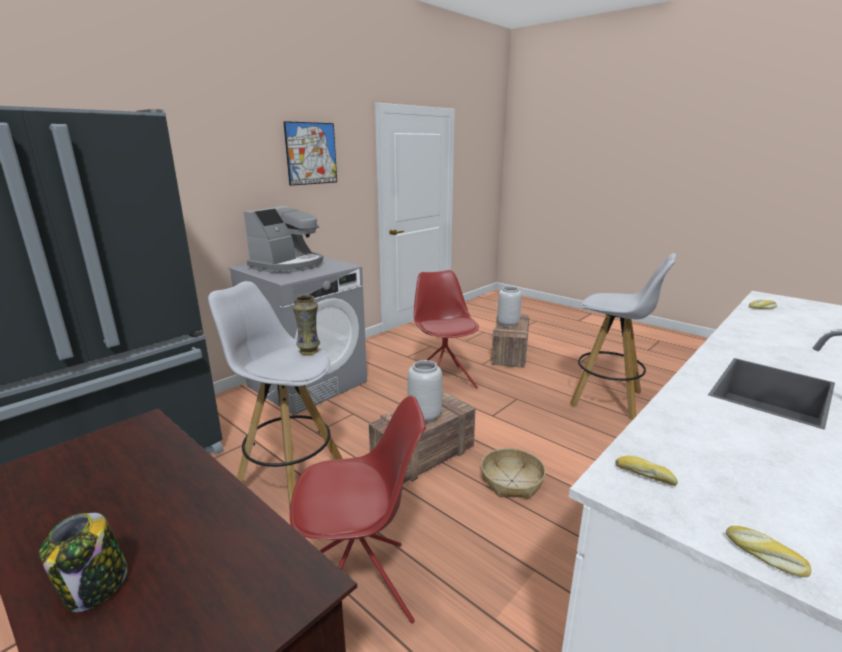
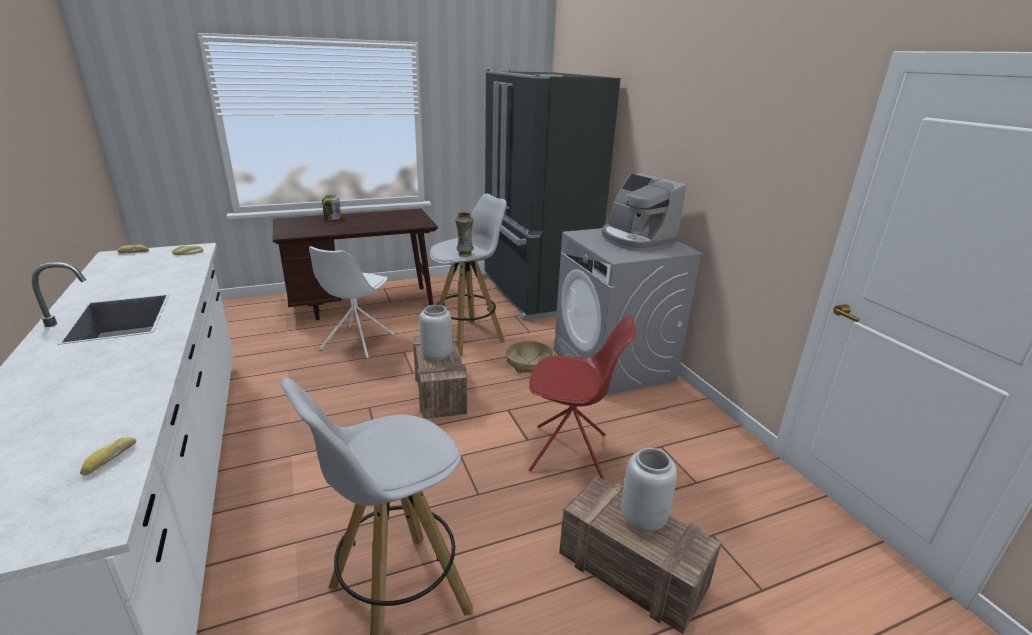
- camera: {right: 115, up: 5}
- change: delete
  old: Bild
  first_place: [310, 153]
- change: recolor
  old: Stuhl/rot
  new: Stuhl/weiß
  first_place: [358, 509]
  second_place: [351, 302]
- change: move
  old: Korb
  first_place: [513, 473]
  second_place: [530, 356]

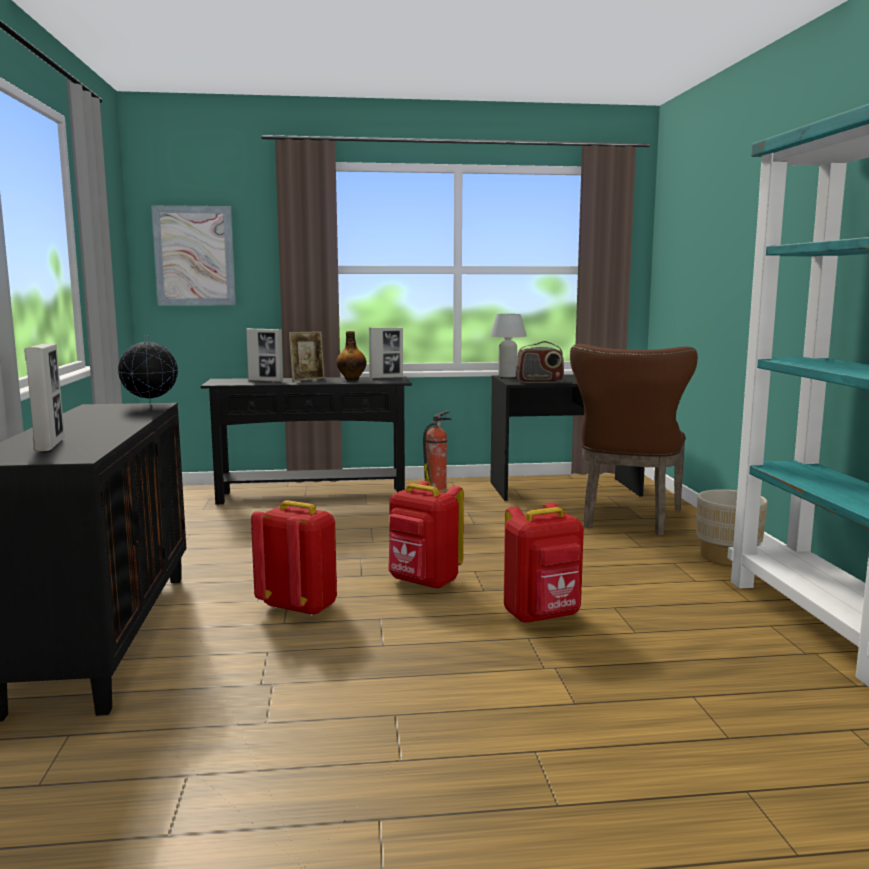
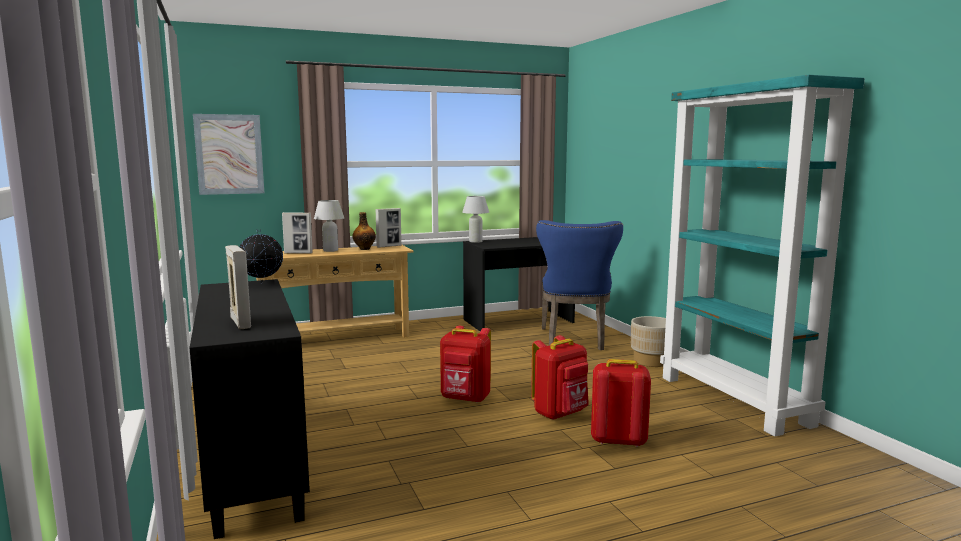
- camera: {right: -15, up: 0}
- change: recolor
  old: Konsolentisch/schwarz
  new: Konsolentisch/beige
  first_place: [306, 440]
  second_place: [335, 291]
- change: move
  old: Rucksack/rot
  first_place: [294, 558]
  second_place: [621, 403]
- change: replace
  old: Bilderrahmen
  new: Tischlampe/weiß
  first_place: [306, 356]
  second_place: [329, 226]
- change: delete
  old: Feuerlöscher
  first_place: [437, 450]
- change: delete
  old: Radio
  first_place: [540, 362]
- change: recolor
  old: Stuhl/braun
  new: Stuhl/blau
  first_place: [634, 440]
  second_place: [579, 285]

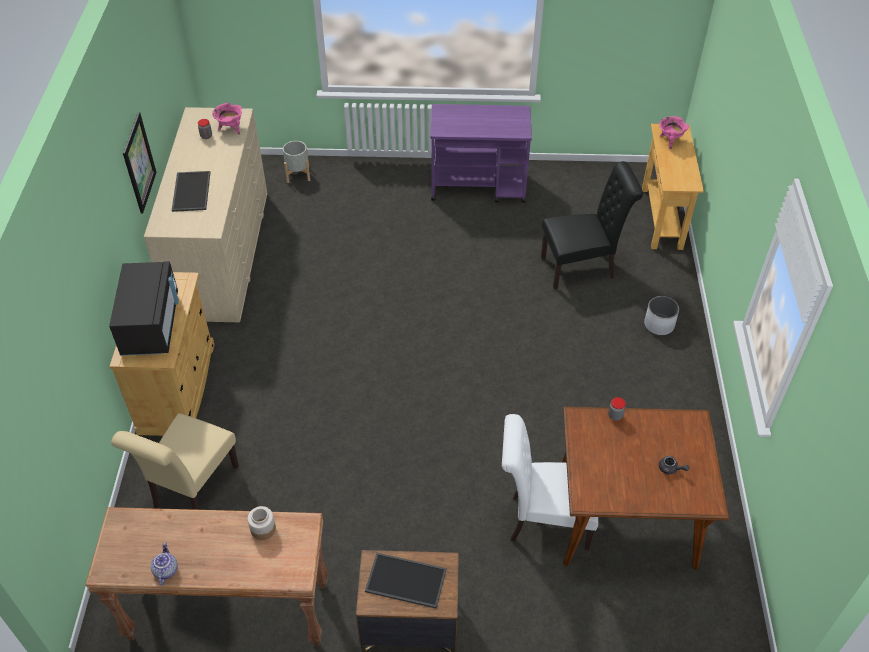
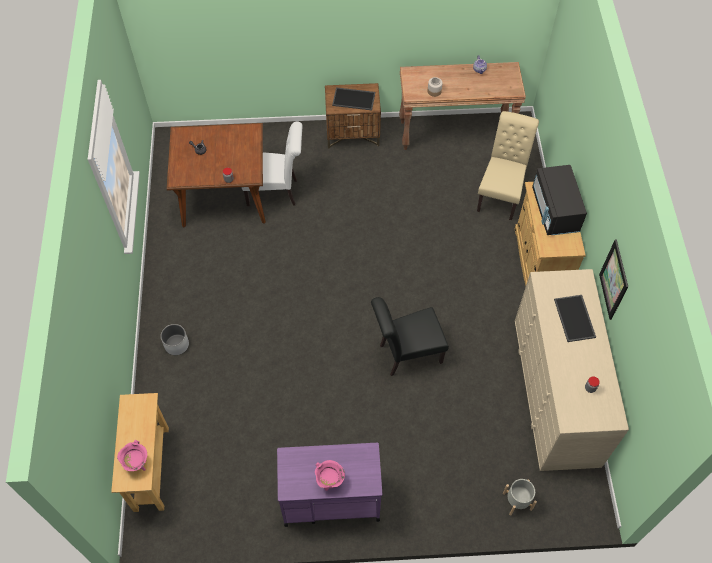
- camera: {right: 175, up: 10}
- change: move
  old: Kochtopf/rosa
  first_place: [227, 118]
  second_place: [330, 475]
- change: move
  old: Stuhl/schwarz
  first_place: [592, 225]
  second_place: [410, 336]

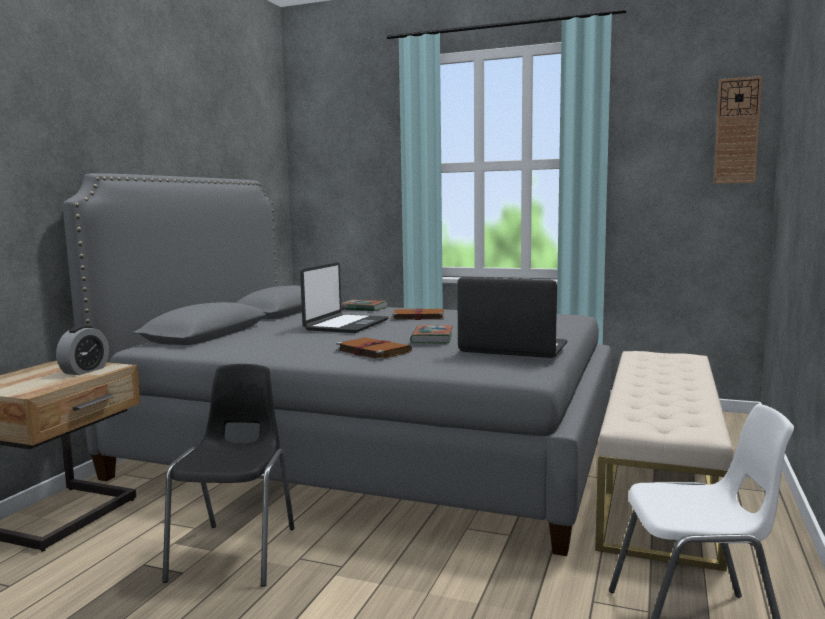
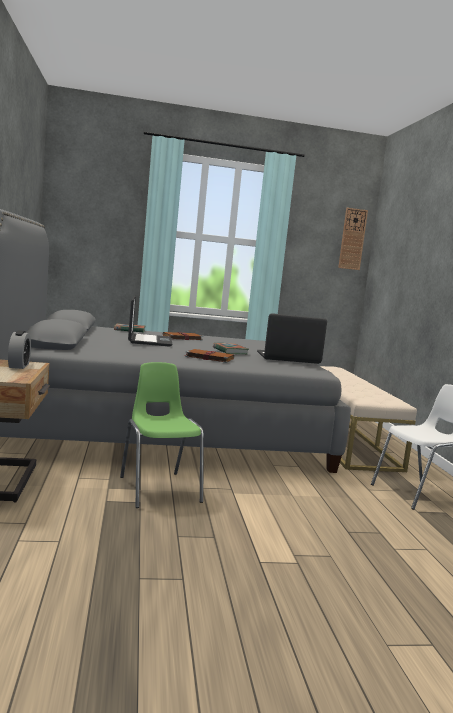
- camera: {right: -30, up: 0}
- change: recolor
  old: Stuhl/schwarz
  new: Stuhl/grün
  first_place: [228, 475]
  second_place: [162, 435]

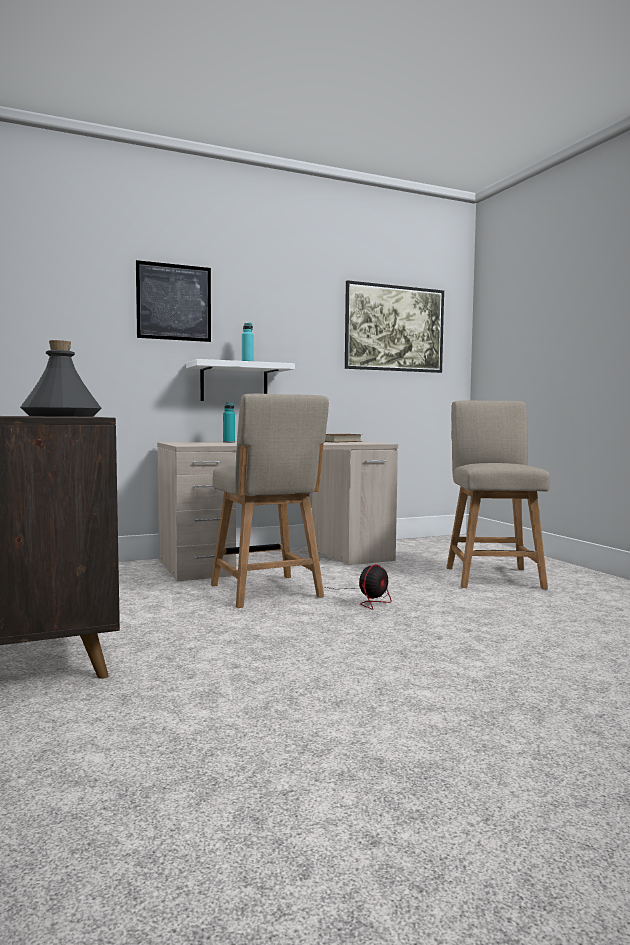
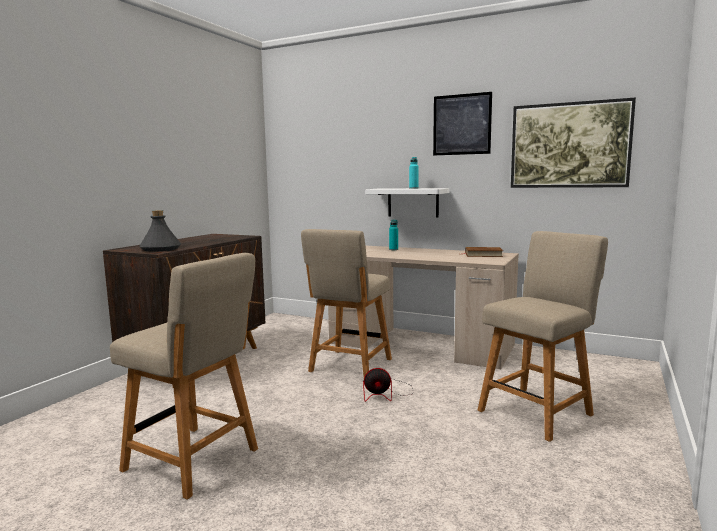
- camera: {right: 50, up: 5}
- change: move
  old: Bild
  first_place: [173, 301]
  second_place: [462, 123]
- change: insert
  new: Stuhl/beige
  second_place: [184, 376]

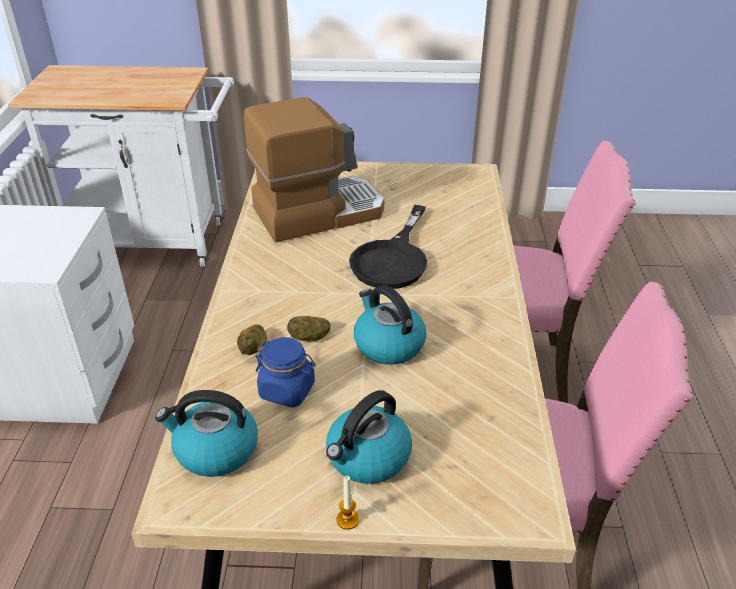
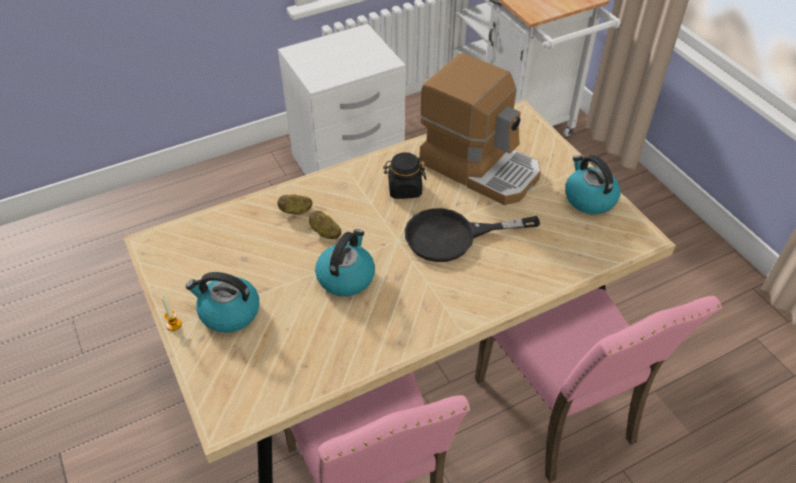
- camera: {right: 60, up: 10}
- change: move
  old: Wasserkessel
  first_place: [206, 433]
  second_place: [592, 184]
- change: delete
  old: Vorratsglas/blau
  first_place: [286, 372]
- change: insert
  new: Vorratsglas/schwarz
  second_place: [404, 175]

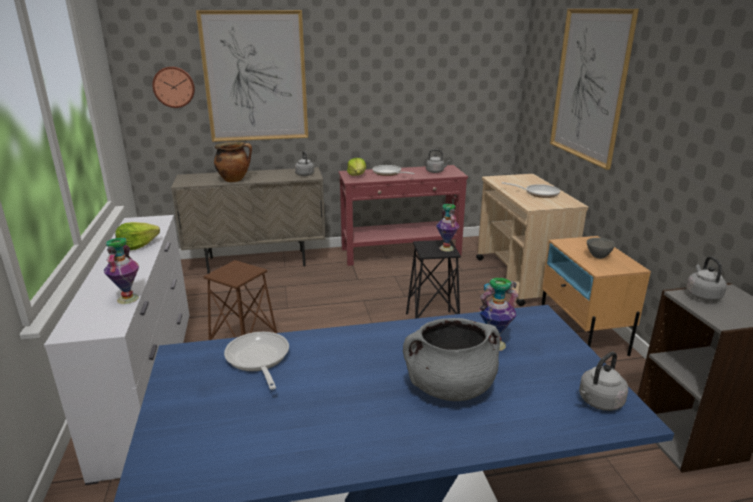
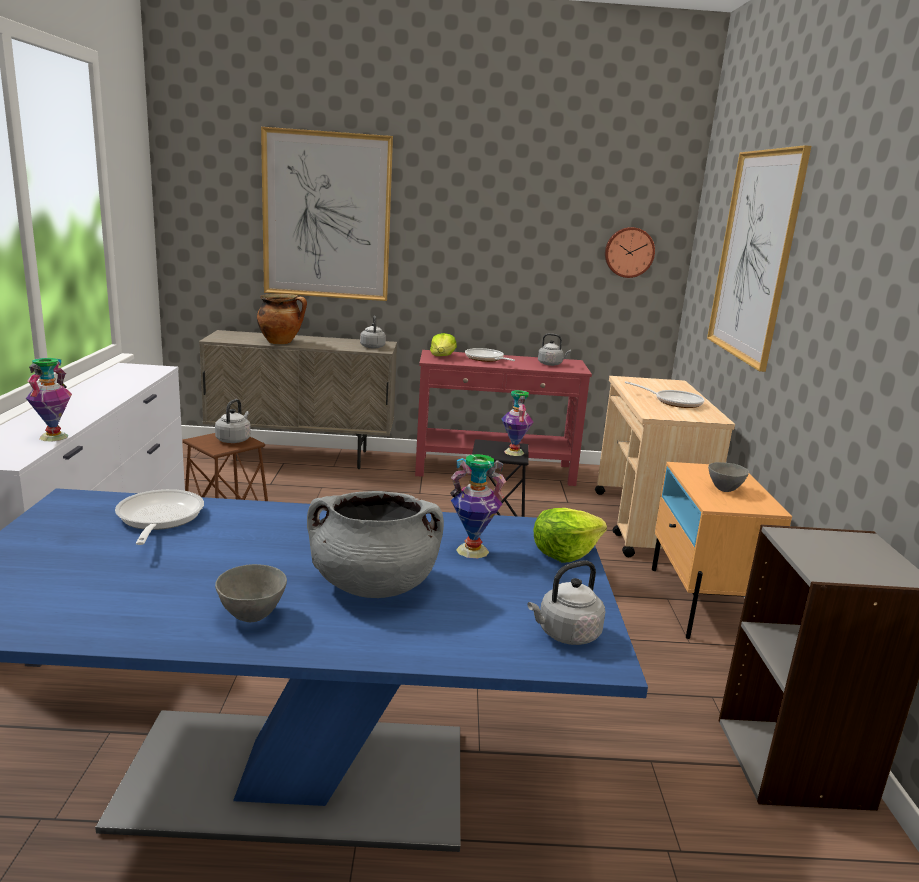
- camera: {right: 10, up: -5}
- change: move
  old: Salatkopf
  first_place: [137, 236]
  second_place: [570, 535]
- change: move
  old: Wanduhr
  first_place: [173, 87]
  second_place: [630, 252]
- change: move
  old: Wasserkessel/grau
  first_place: [706, 278]
  second_place: [233, 421]
- change: insert
  new: Schüssel/grau
  second_place: [251, 593]

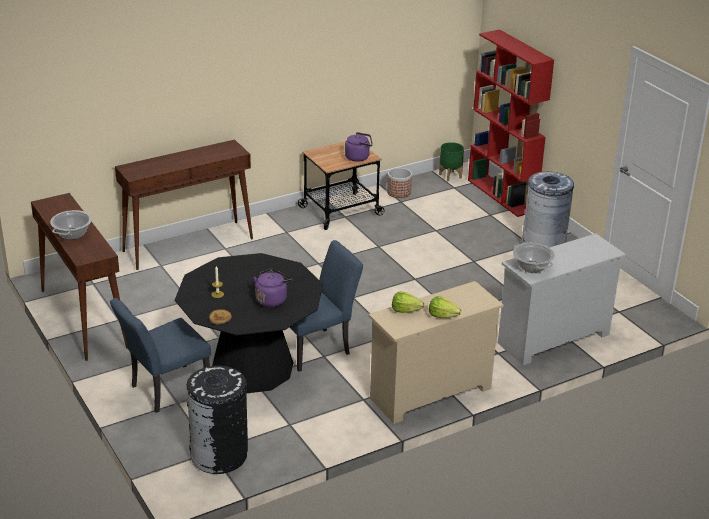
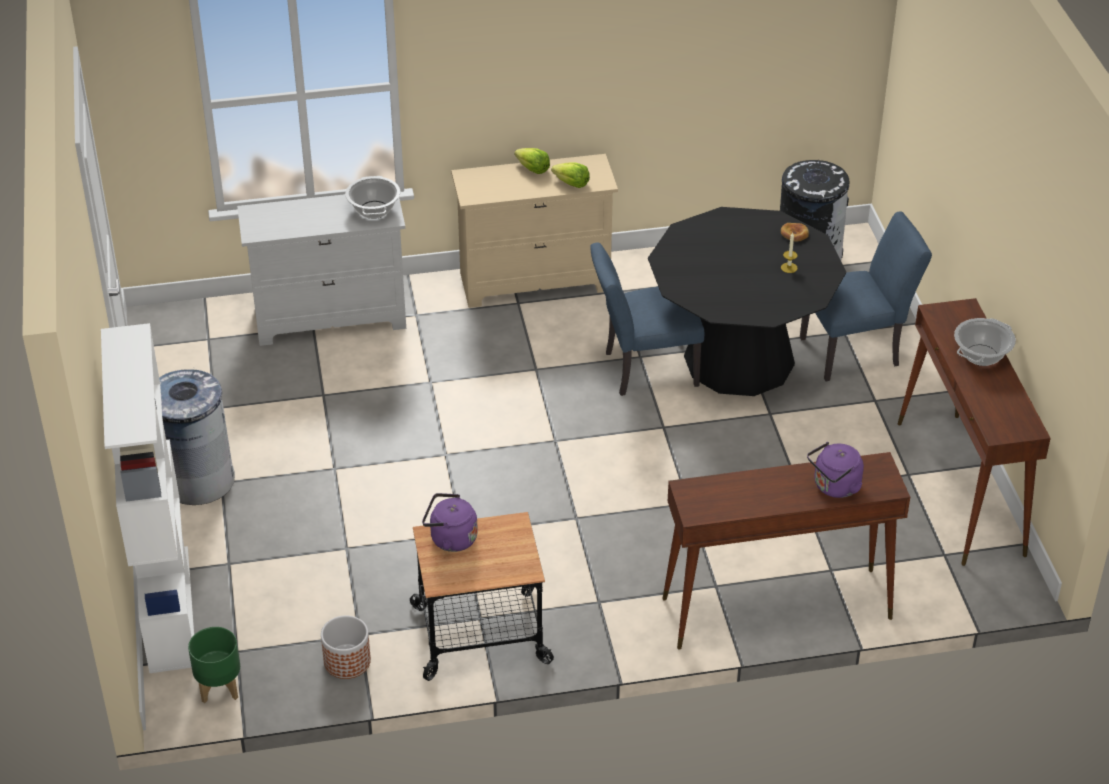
- camera: {right: -160, up: 10}
- change: move
  old: Wasserkessel/lila
  first_place: [273, 287]
  second_place: [835, 470]
- change: recolor
  old: Bücherregal/rot
  new: Bücherregal/weiß
  first_place: [511, 123]
  second_place: [147, 498]

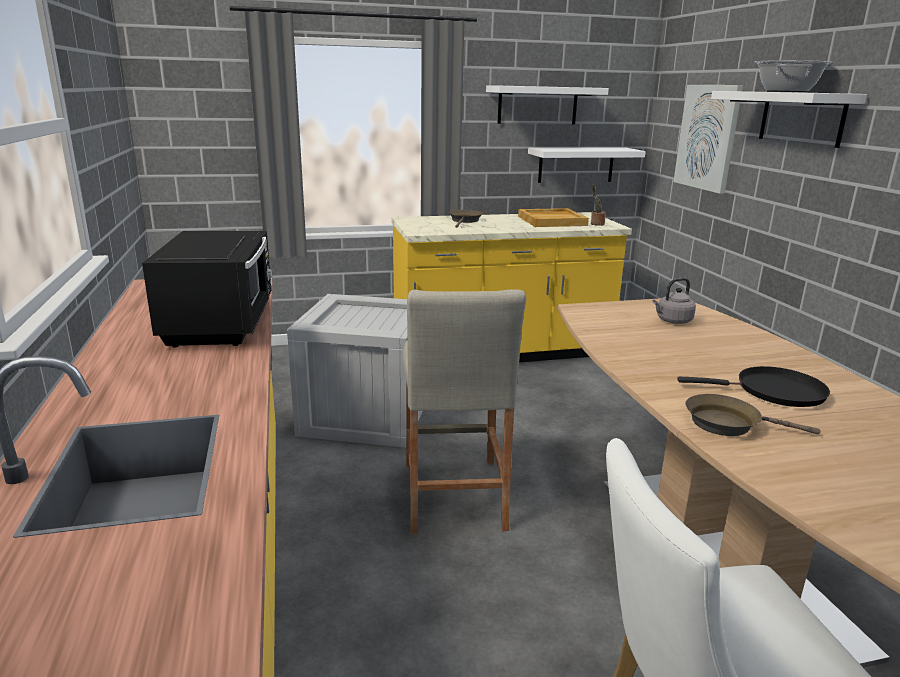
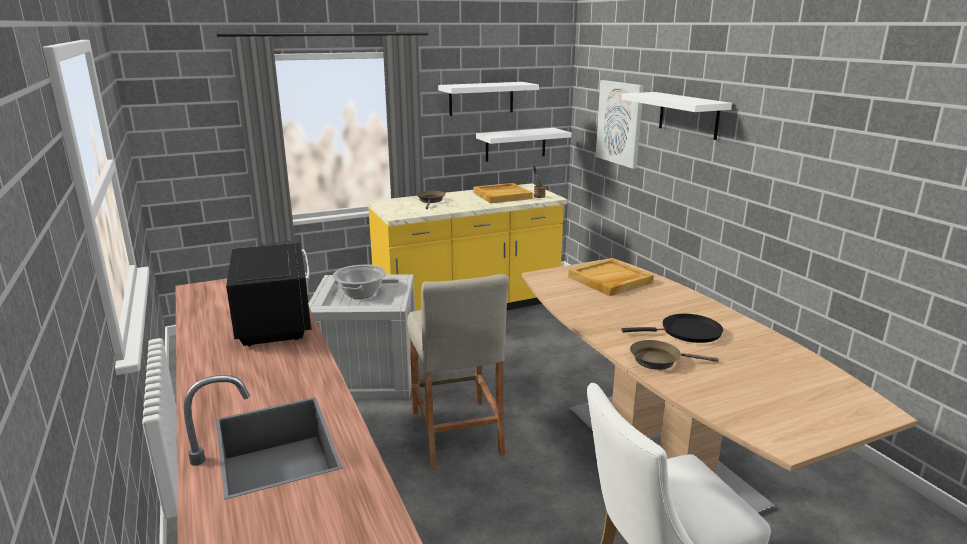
- camera: {right: -10, up: 0}
- change: replace
  old: Wasserkessel/grau
  new: Tablett/beige
  first_place: [674, 301]
  second_place: [611, 277]
- change: move
  old: Kochtopf
  first_place: [793, 76]
  second_place: [359, 282]

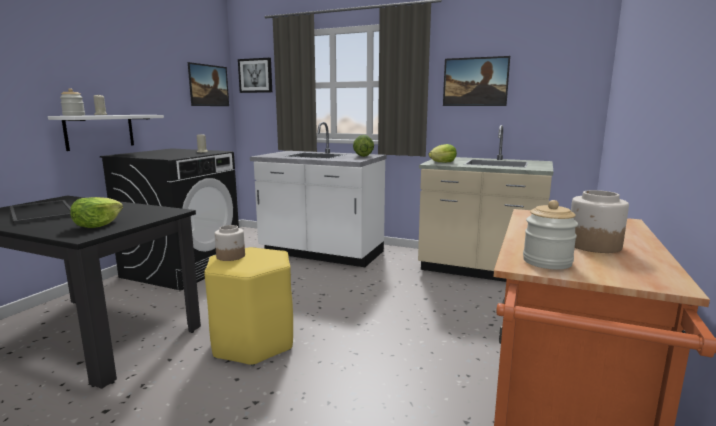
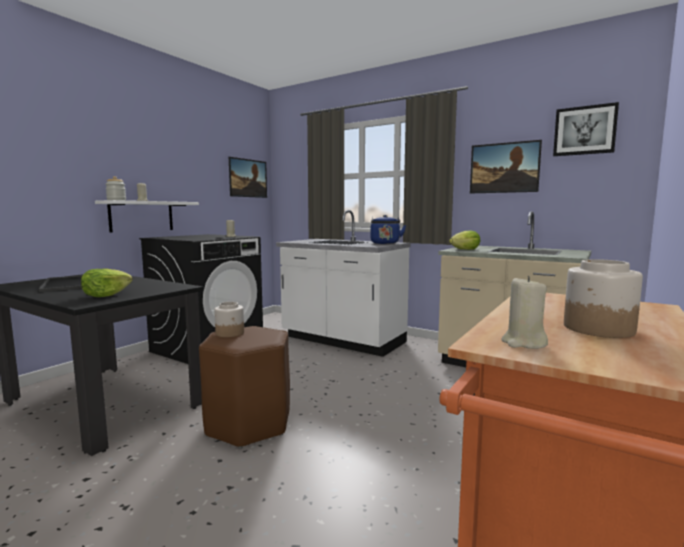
- camera: {right: 10, up: -5}
- change: recolor
  old: Hocker/gelb
  new: Hocker/braun
  first_place: [248, 306]
  second_place: [244, 387]
- change: move
  old: Bild
  first_place: [255, 75]
  second_place: [586, 129]
- change: replace
  old: Salatkopf
  new: Wasserkessel/blau
  first_place: [363, 146]
  second_place: [388, 229]
- change: replace
  old: Vorratsglas
  new: Kerze/beige
  first_place: [550, 234]
  second_place: [524, 312]

